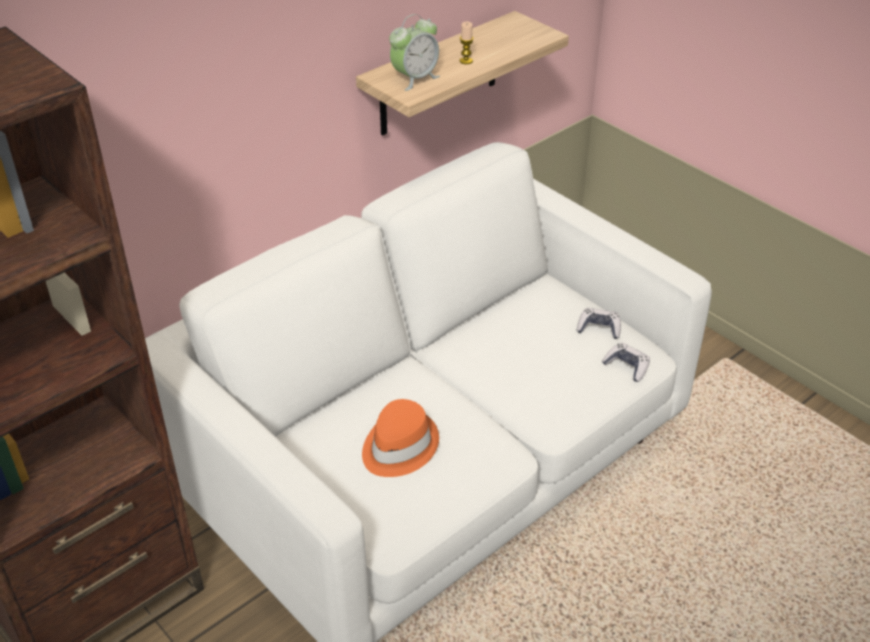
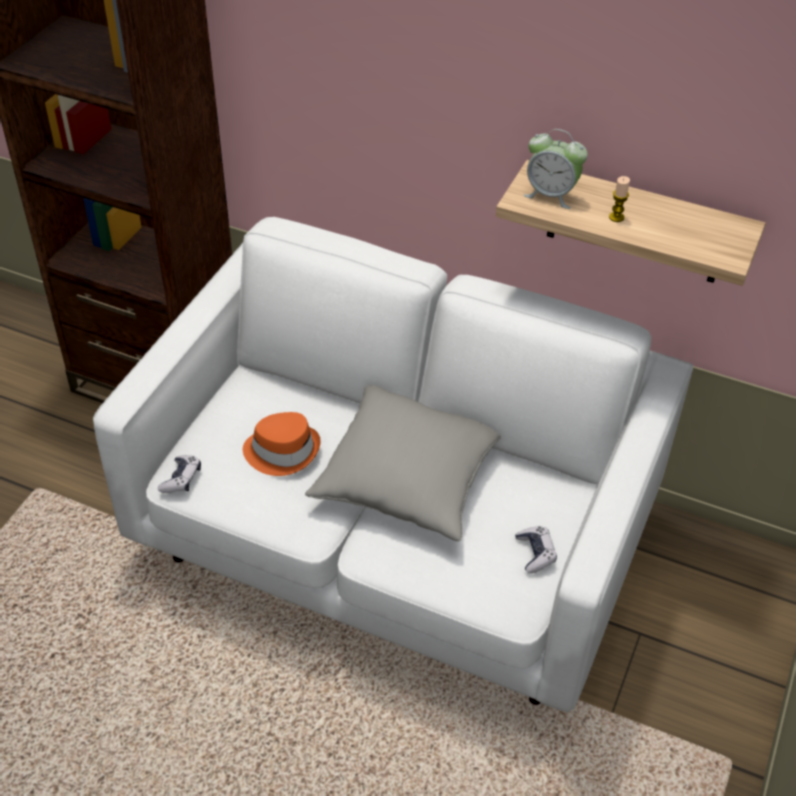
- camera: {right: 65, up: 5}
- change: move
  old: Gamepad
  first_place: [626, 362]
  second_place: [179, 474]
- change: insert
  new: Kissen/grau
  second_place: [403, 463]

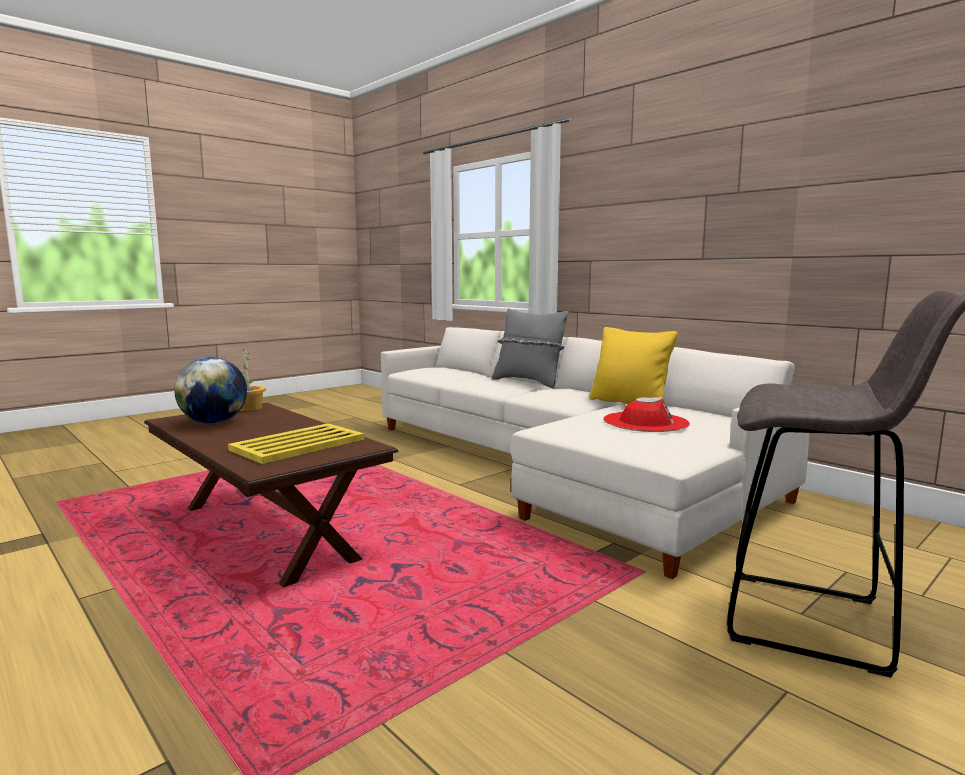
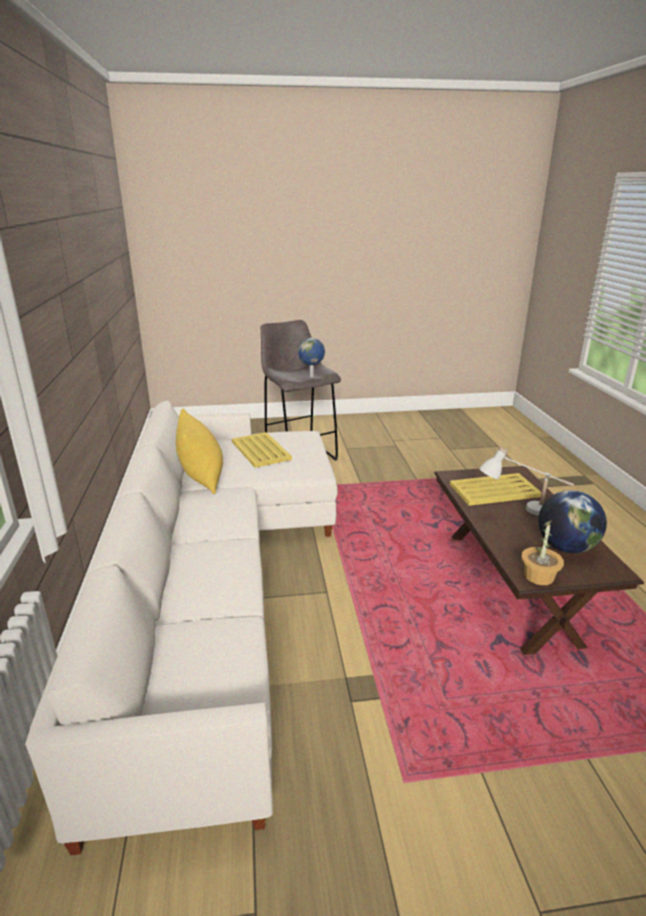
- camera: {right: -145, up: 15}
- change: delete
  old: Kissen/grau
  first_place: [530, 348]
- change: replace
  old: Hut/rot
  new: Tablett/gelb
  first_place: [646, 414]
  second_place: [262, 450]
- change: insert
  new: Globus
  second_place: [311, 357]
- change: insert
  new: Tischlampe/weiß
  second_place: [526, 481]

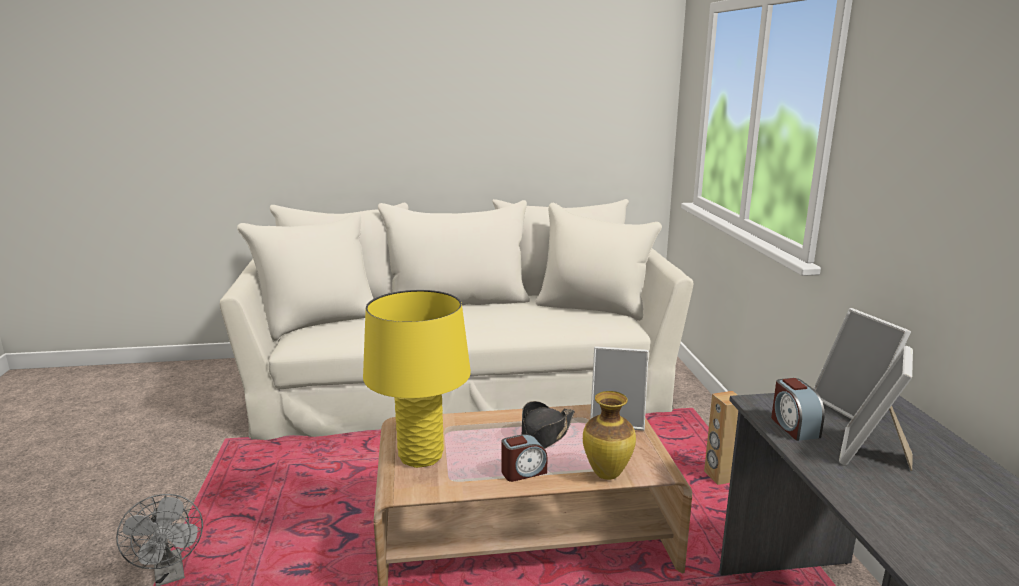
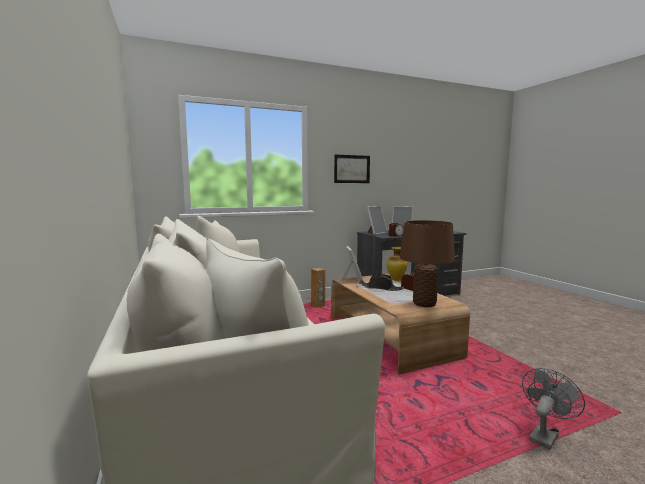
- camera: {right: -105, up: -10}
- change: recolor
  old: Tischlampe/gelb
  new: Tischlampe/braun
  first_place: [417, 379]
  second_place: [427, 263]
- change: insert
  new: Bild
  second_place: [352, 169]

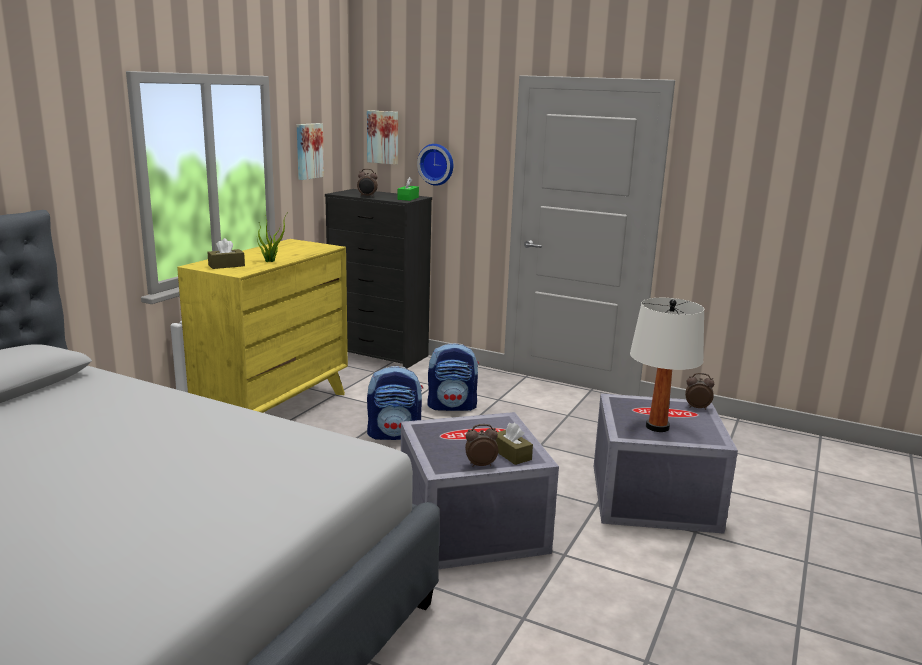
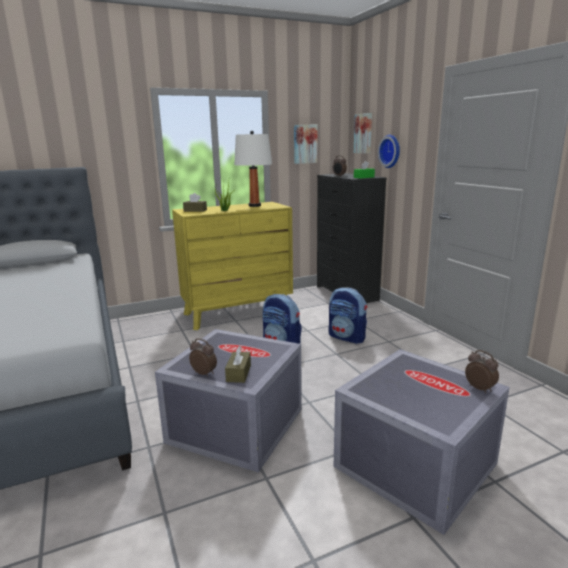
- camera: {right: 40, up: 0}
- change: move
  old: Tischlampe/weiß
  first_place: [667, 365]
  second_place: [253, 169]

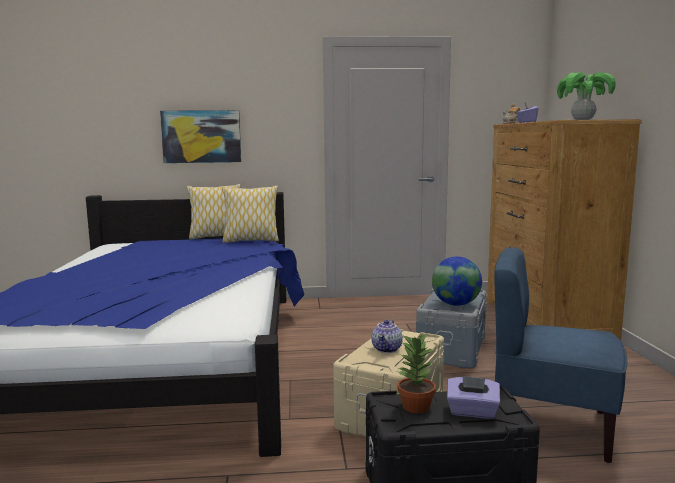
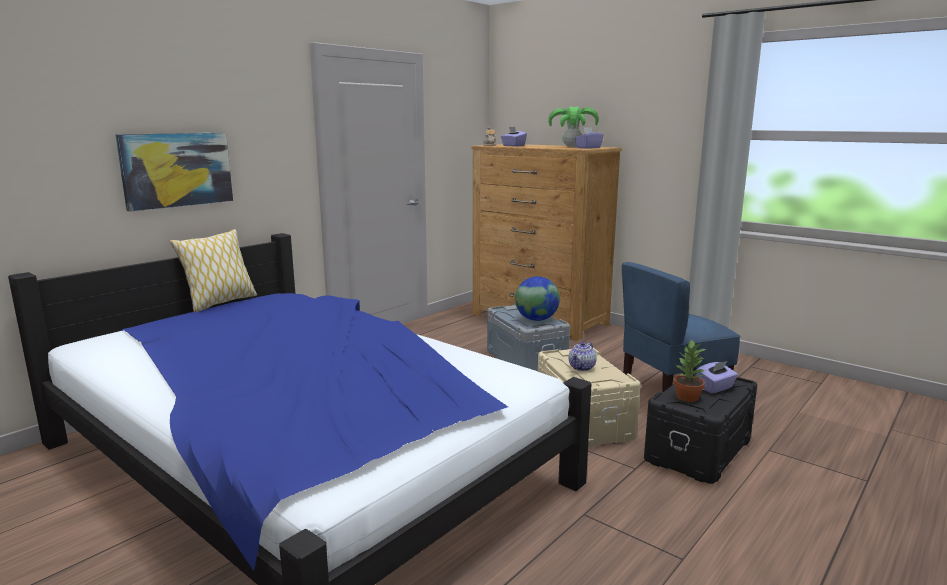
- camera: {right: -45, up: 5}
- change: delete
  old: Kissen
  first_place: [250, 214]
- change: rotate
  old: Teekanne
  first_place: [387, 336]
  second_place: [583, 356]
  degrees: 60
- change: insert
  new: Taschentuchbox/lila
  second_place: [589, 138]

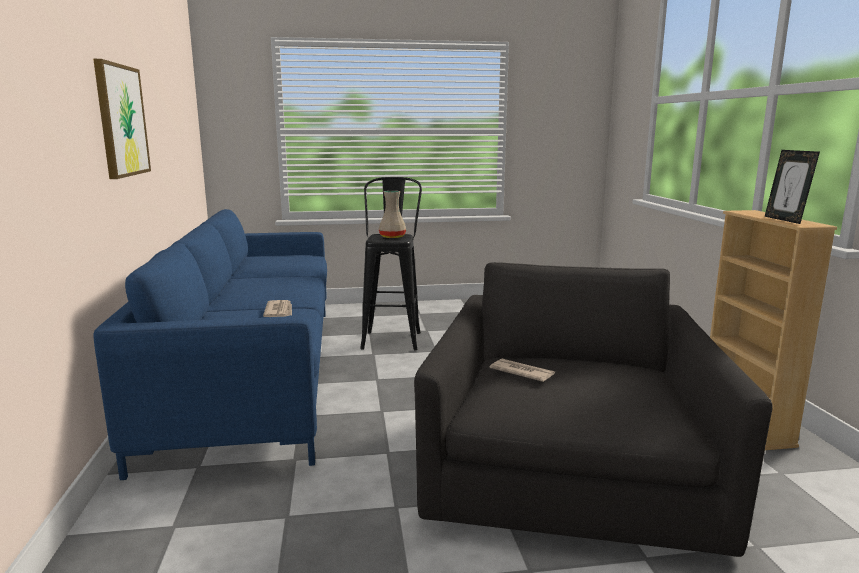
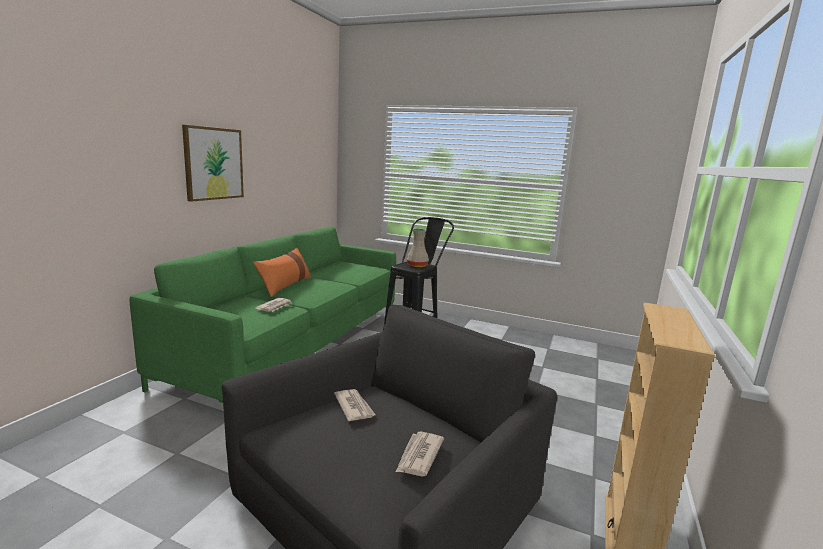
- camera: {right: 30, up: 0}
- change: recolor
  old: Sofa/blau
  new: Sofa/grün
  first_place: [210, 344]
  second_place: [263, 314]
- change: delete
  old: Bilderrahmen
  first_place: [792, 187]
- change: insert
  new: Kissen/orange
  second_place: [282, 272]
- change: insert
  new: Zeitung
  second_place: [420, 454]

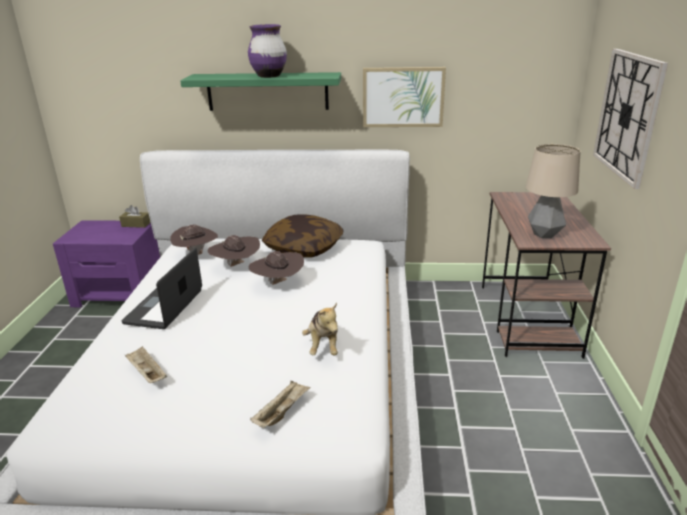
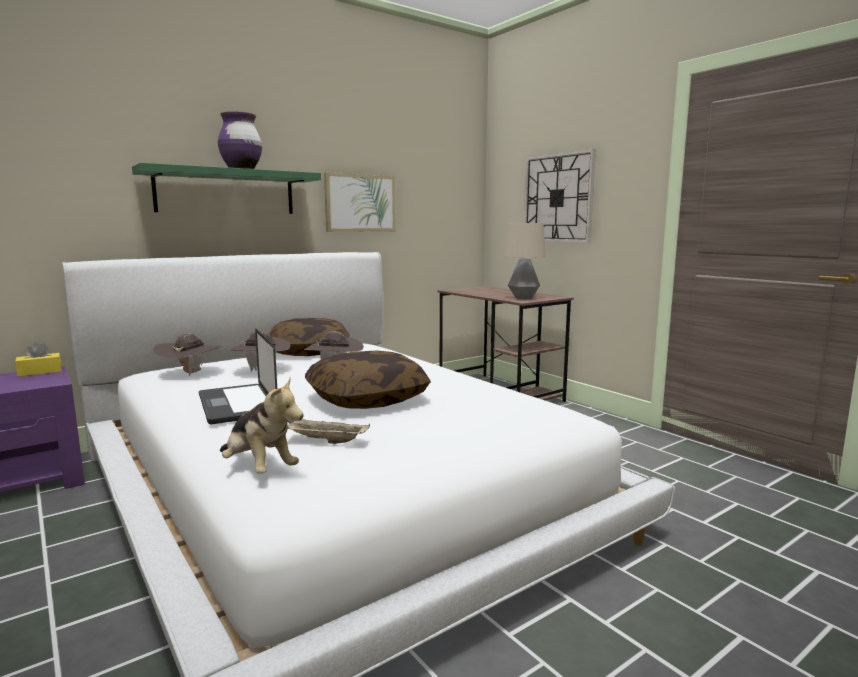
- camera: {right: -40, up: -15}
- change: recolor
  old: Taschentuchbox/braun
  new: Taschentuchbox/gelb
  first_place: [135, 216]
  second_place: [38, 359]
- change: delete
  old: Tablett/beige
  first_place: [280, 404]
- change: move
  old: Plüschtier
  first_place: [320, 329]
  second_place: [262, 425]
- change: insert
  new: Kissen
  second_place: [368, 379]

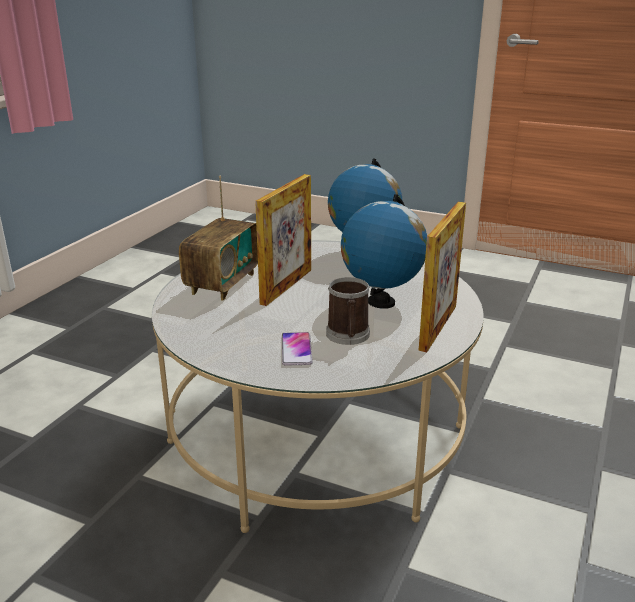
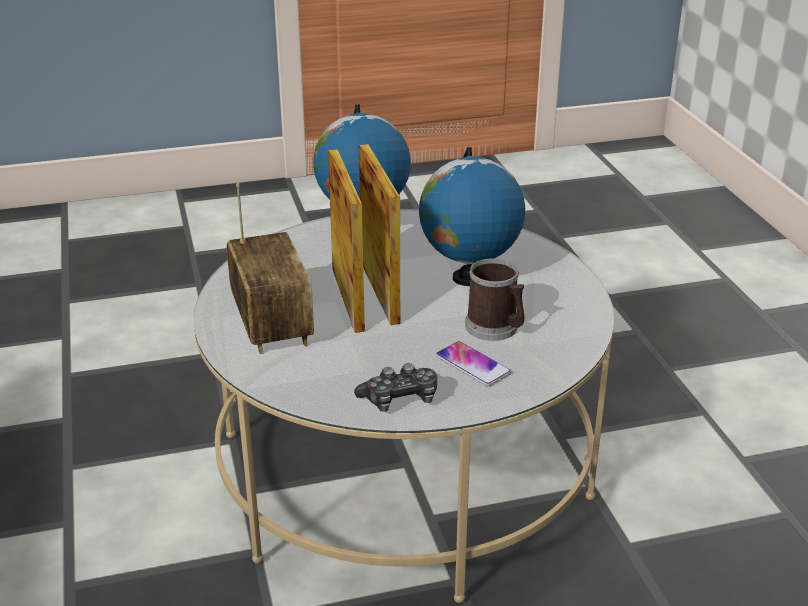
- camera: {right: -40, up: 5}
- change: move
  old: Bilderrahmen
  first_place: [442, 277]
  second_place: [379, 234]
- change: insert
  new: Gamepad
  second_place: [395, 387]

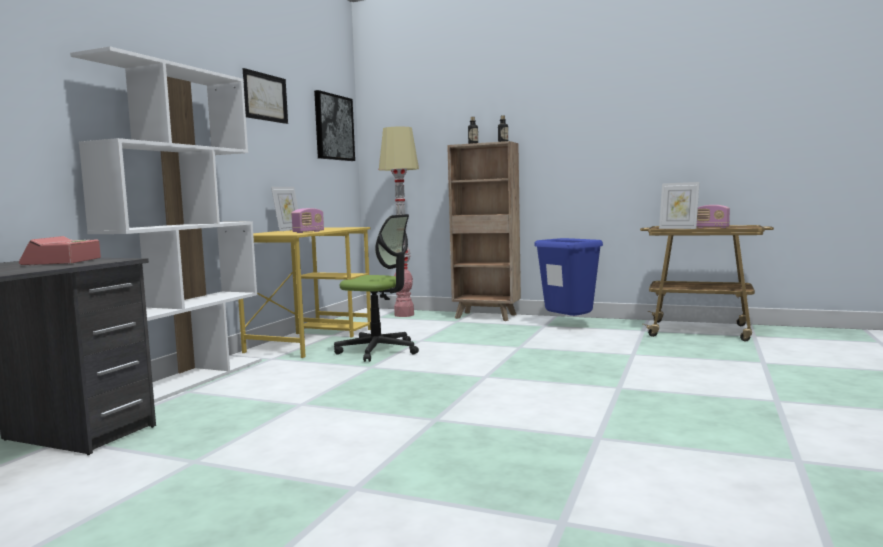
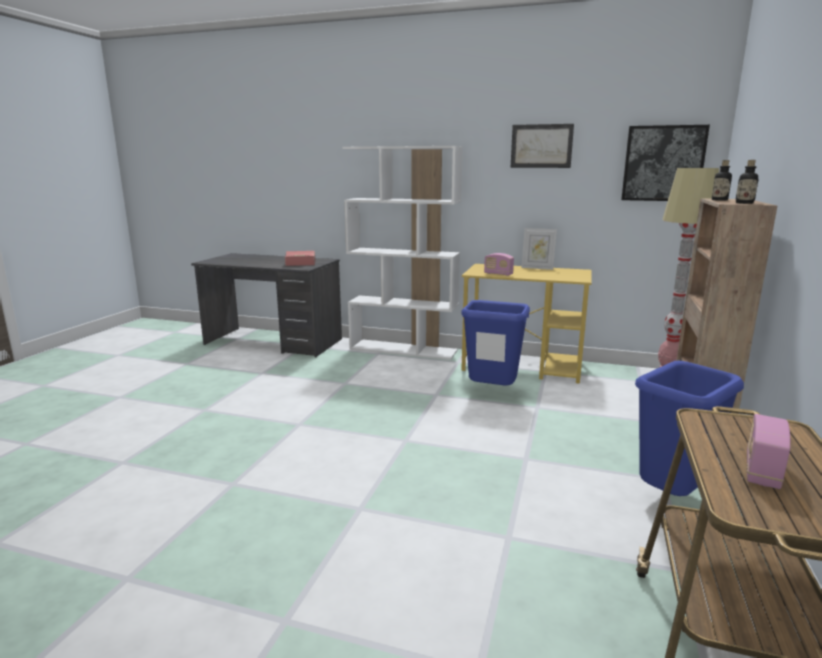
- camera: {right: 85, up: 10}
- change: replace
  old: Bürostuhl
  new: Mülleimer/blau
  first_place: [376, 288]
  second_place: [495, 342]
- change: delete
  old: Bilderrahmen
  first_place: [679, 205]

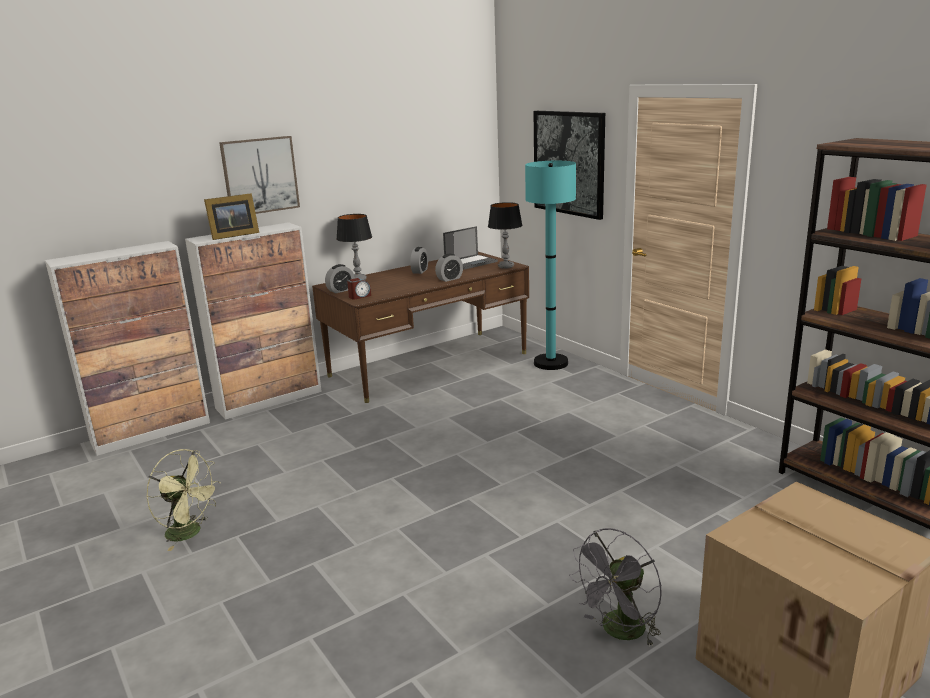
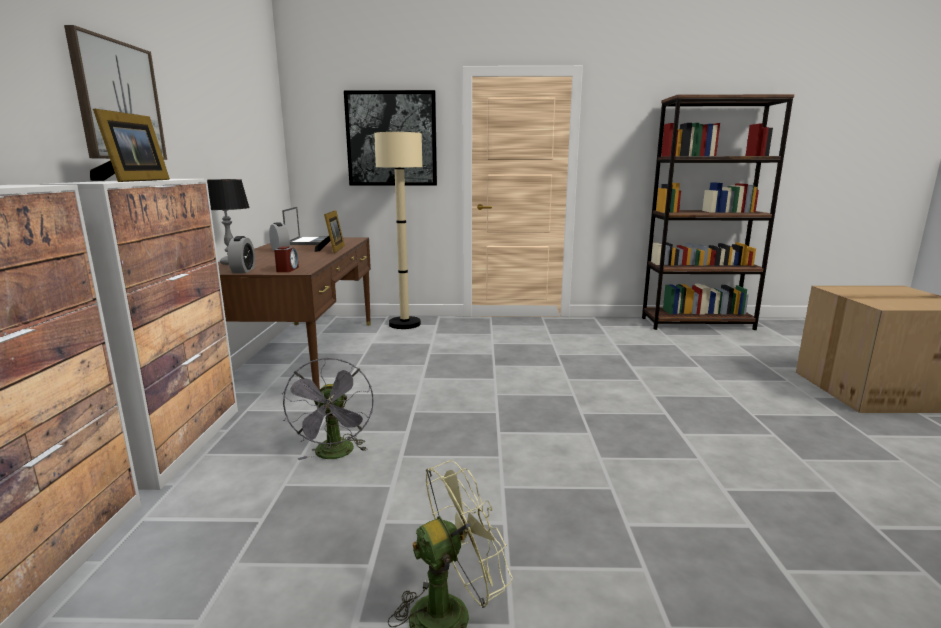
- camera: {right: -55, up: -5}
- change: replace
  old: Wecker
  new: Bilderrahmen
  first_place: [449, 268]
  second_place: [330, 231]
- change: delete
  old: Tischlampe
  first_place: [505, 235]
- change: recolor
  old: Stehlampe/türkis
  new: Stehlampe/beige
  first_place: [550, 265]
  second_place: [398, 230]
- change: move
  old: Ventilator/grau
  first_place: [615, 587]
  second_place: [328, 408]

